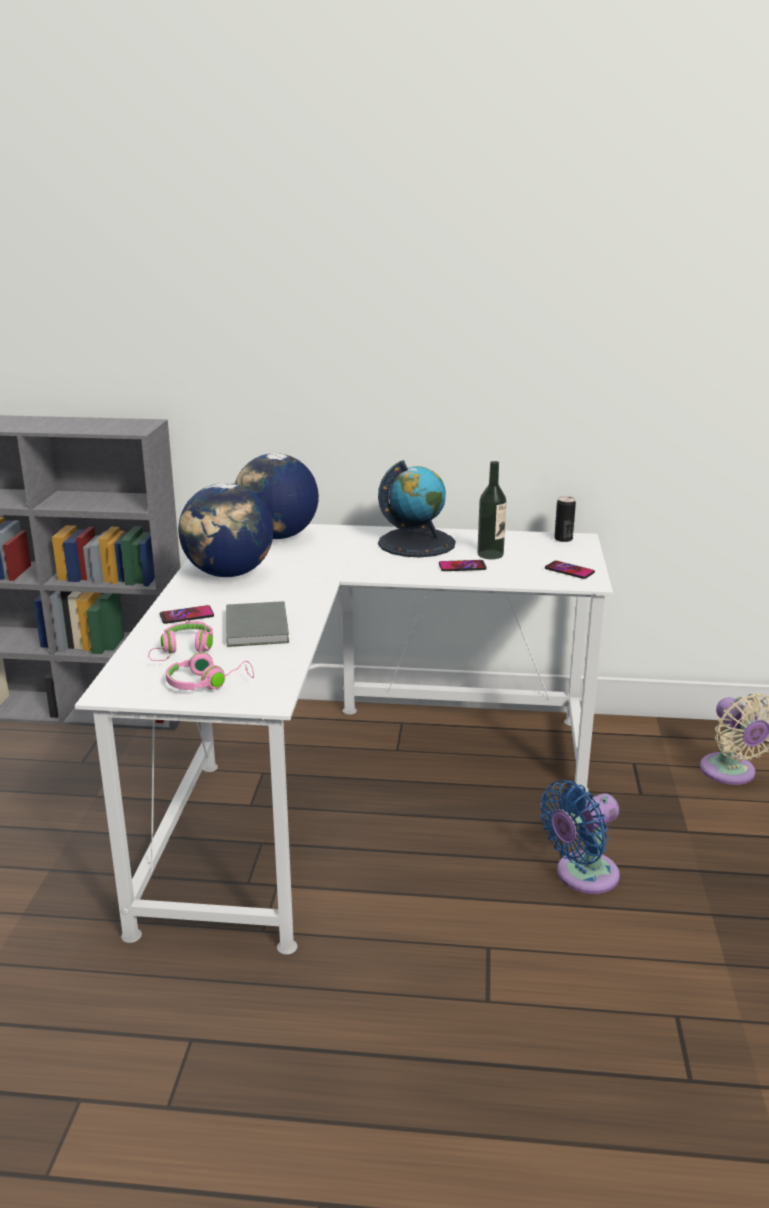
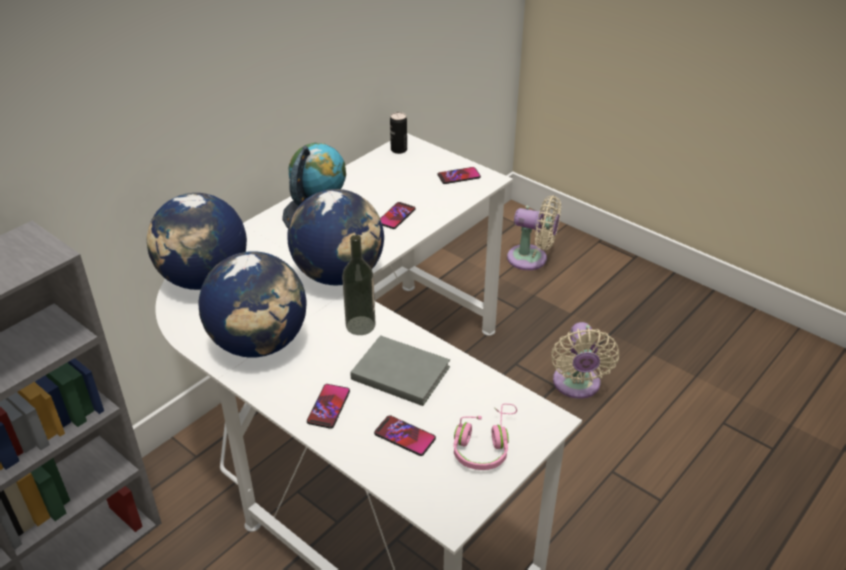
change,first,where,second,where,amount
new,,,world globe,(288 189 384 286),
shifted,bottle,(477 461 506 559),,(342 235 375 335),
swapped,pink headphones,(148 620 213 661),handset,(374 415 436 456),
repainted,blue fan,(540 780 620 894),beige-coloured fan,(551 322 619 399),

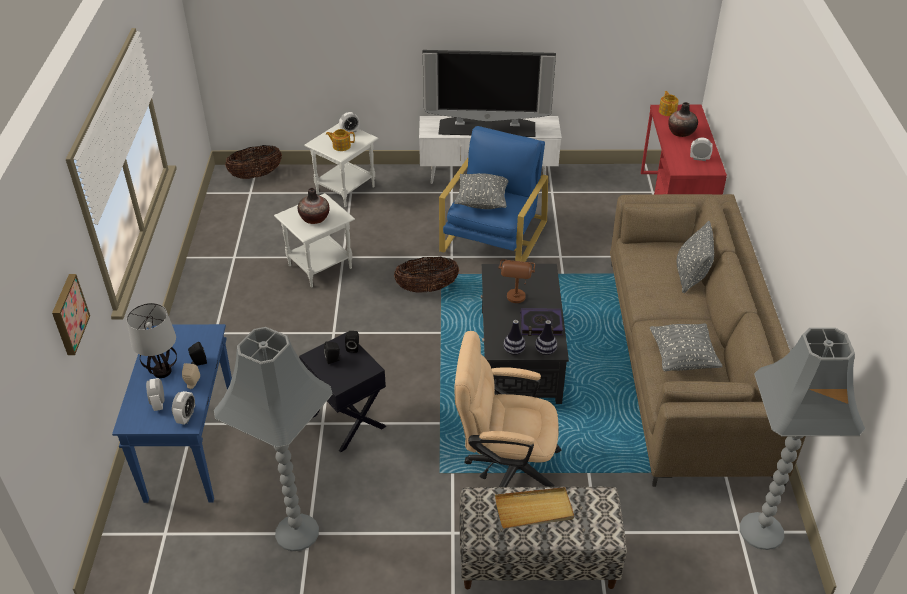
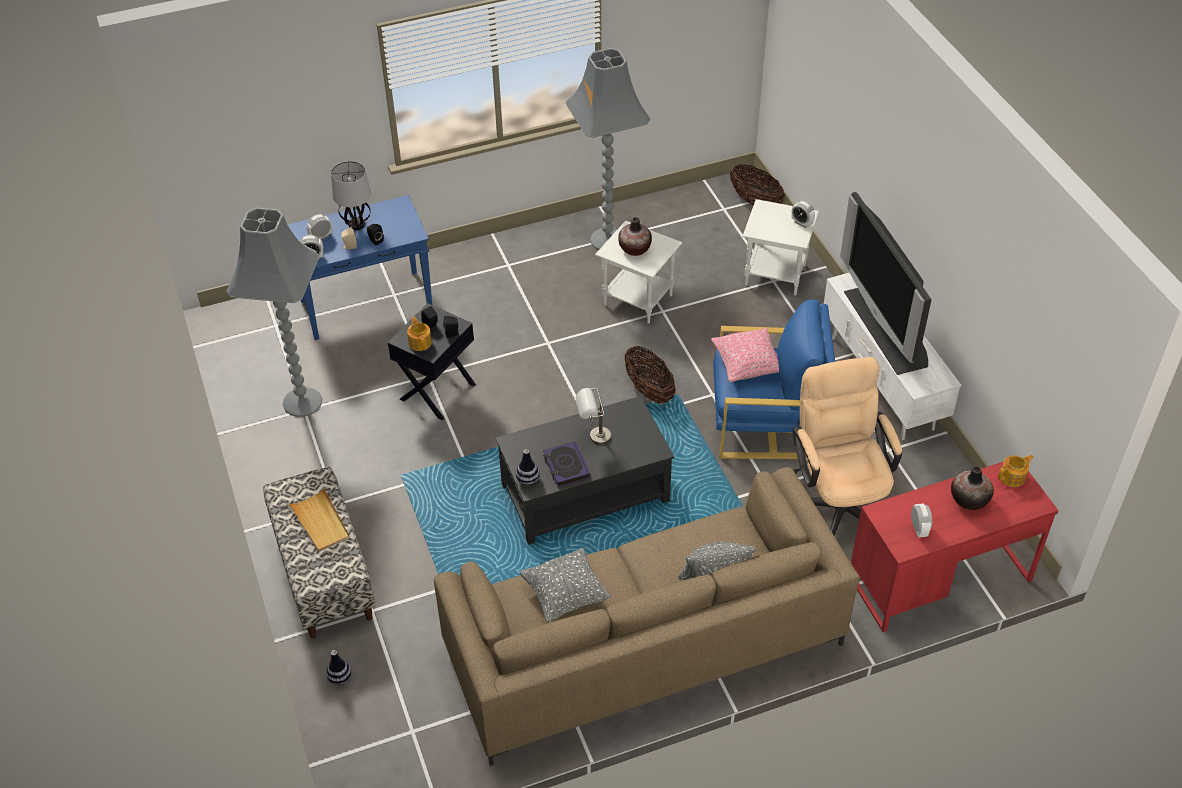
change,first,where,second,where,amount
gone,wall picture,(52 274 90 355),,,
shifted,pot for tea,(326 129 355 151),,(407 317 432 351),
shifted,beige-coloured computer chair,(454 331 561 487),,(792 357 902 535),
shifted,vase,(503 320 526 355),,(326 650 352 685),
shifted,greyish floor lamp,(740 328 865 550),,(565 48 651 250),
repainted,greyish cushion,(454 173 508 209),pink cushion,(711 328 779 382),
repainted,brown lamp for a table,(498 259 535 303),greyish lamp for a table,(576 388 611 445),

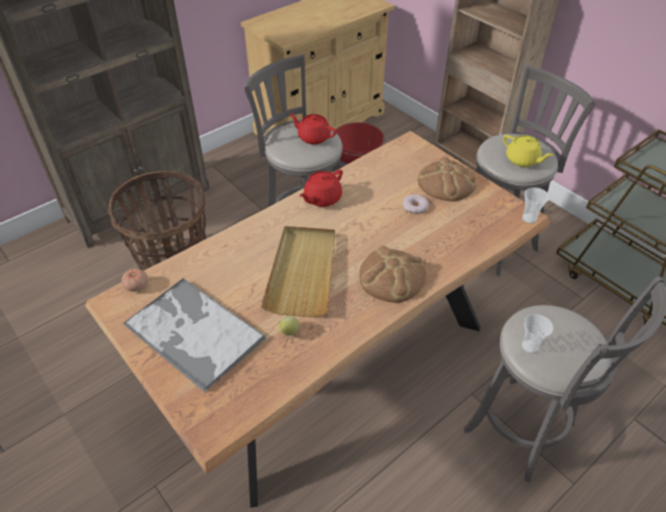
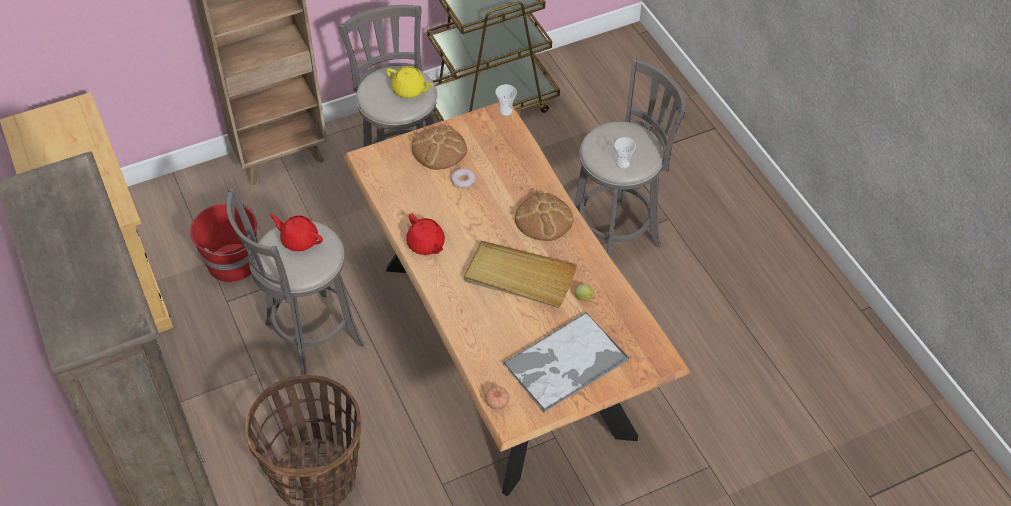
change,first,where,second,where,amount
rotated,red pot for tea,(289 113 336 145),,(270 214 323 251),75 degrees clockwise
rotated,yellow pot for tea,(503 135 553 167),,(386 66 433 98),60 degrees clockwise

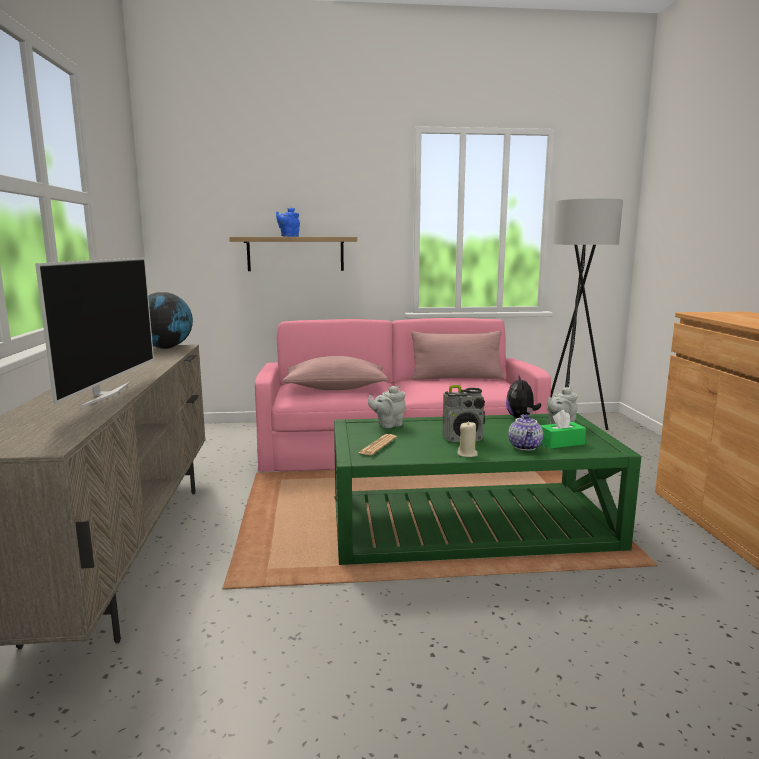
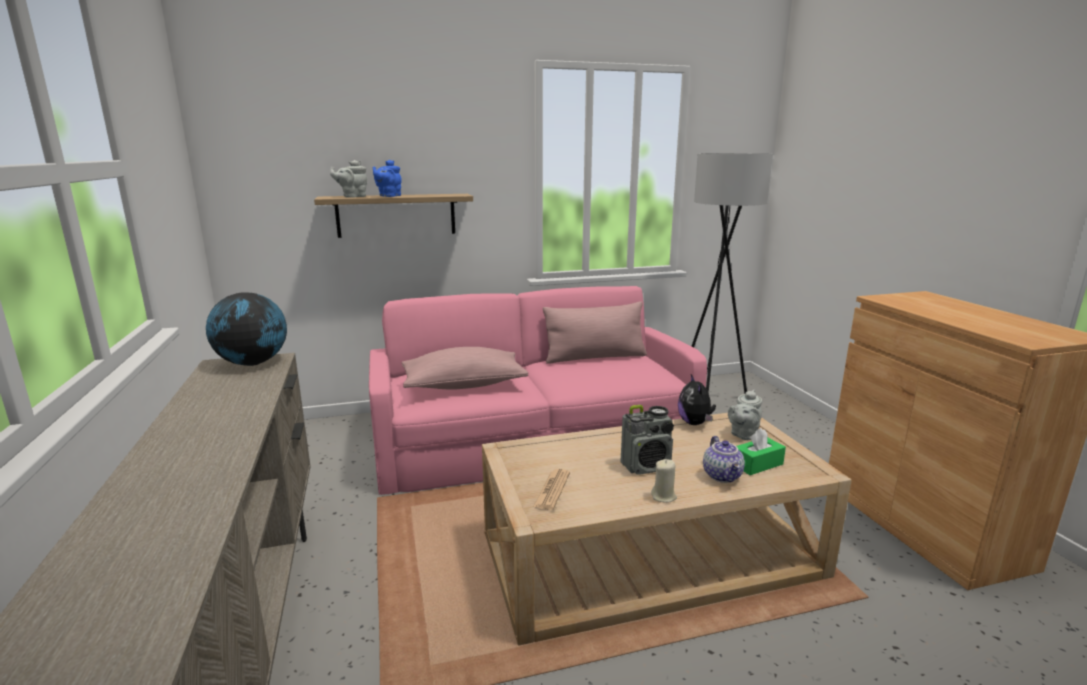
change,first,where,second,where,amount
gone,TV set,(35 258 154 408),,,
shifted,greyish pot for tea,(368 386 406 428),,(330 160 367 198),
repainted,green-coloured coffee table,(334 413 641 565),beige-coloured coffee table,(482 413 852 645),

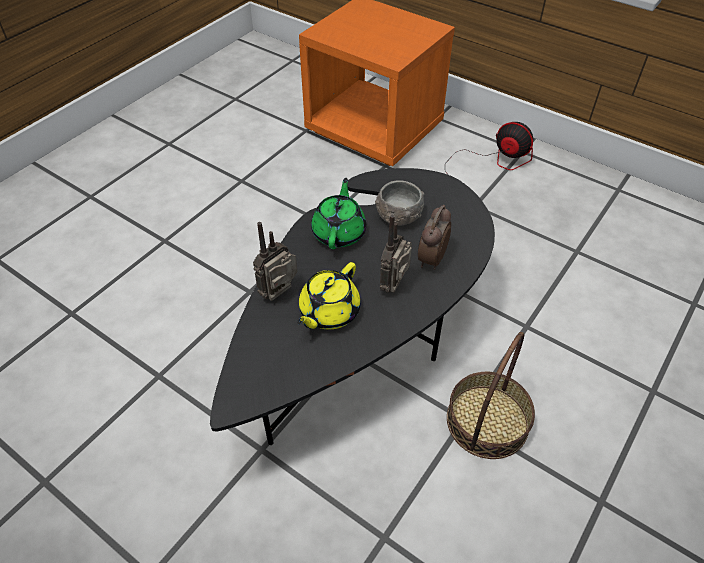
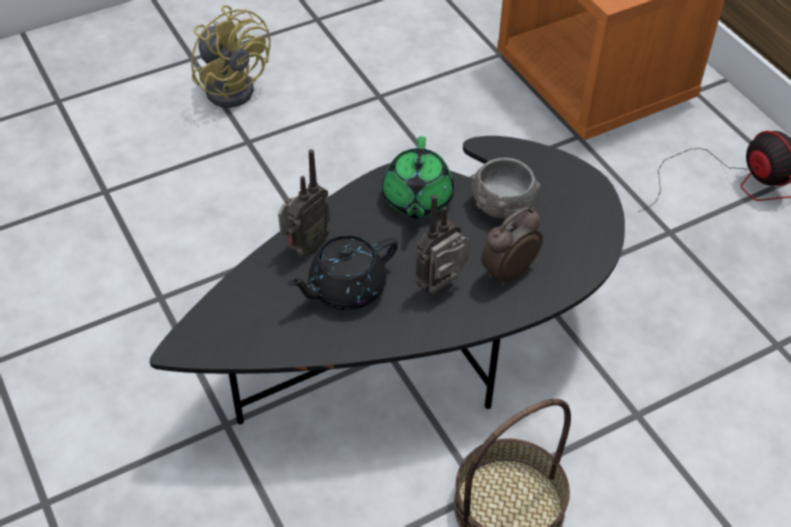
change,first,where,second,where,amount
new,,,yellow fan,(191 5 271 108),
repainted,yellow pot for tea,(297 262 361 329),black pot for tea,(287 235 398 310),
rotated,radio,(253 222 297 301),,(278 149 330 257),150 degrees clockwise
rotated,green-coloured pot for tea,(311 178 366 249),,(382 136 454 219),150 degrees clockwise

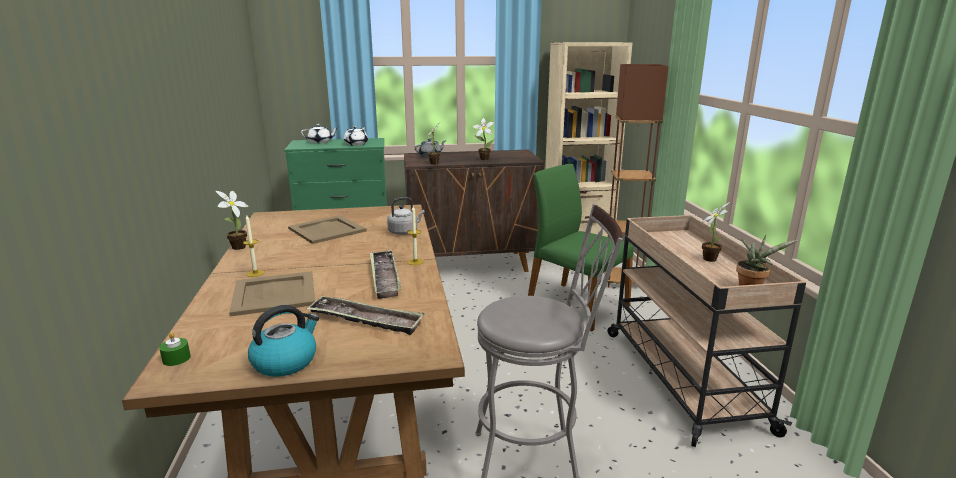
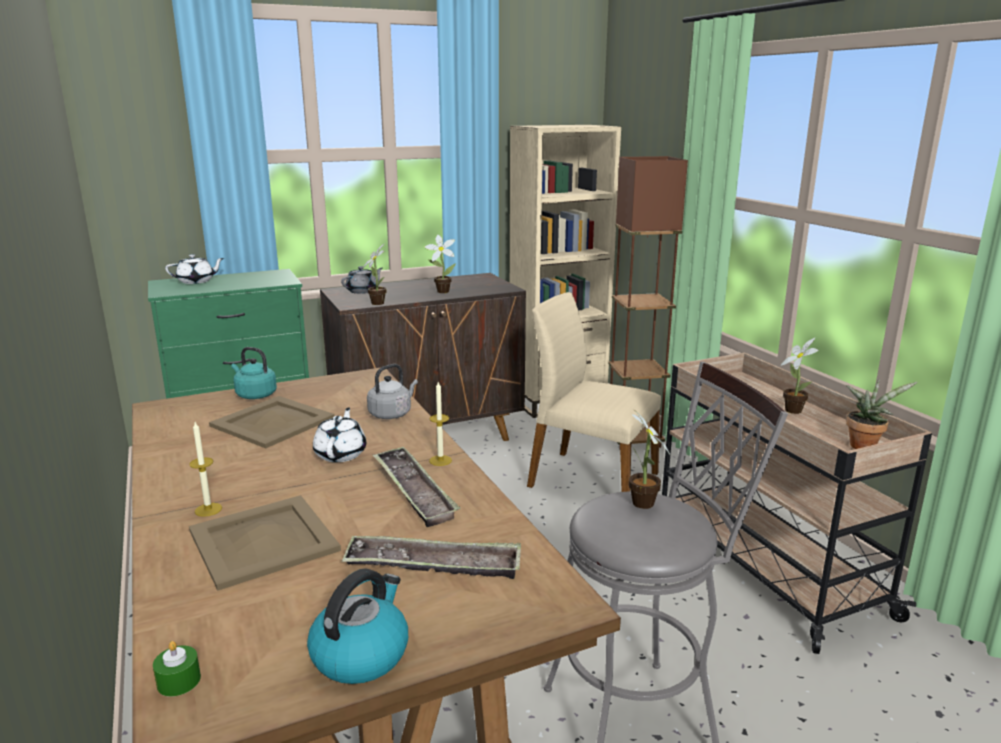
change,first,where,second,where,amount
new,,,blue-green kettle,(232 347 277 399),
shifted,houseplant,(216 191 249 250),,(629 409 671 509),
shifted,white pot for tea,(344 126 368 146),,(313 408 366 462),
repainted,green-coloured chair,(528 164 634 331),beige-coloured chair,(527 292 661 492),

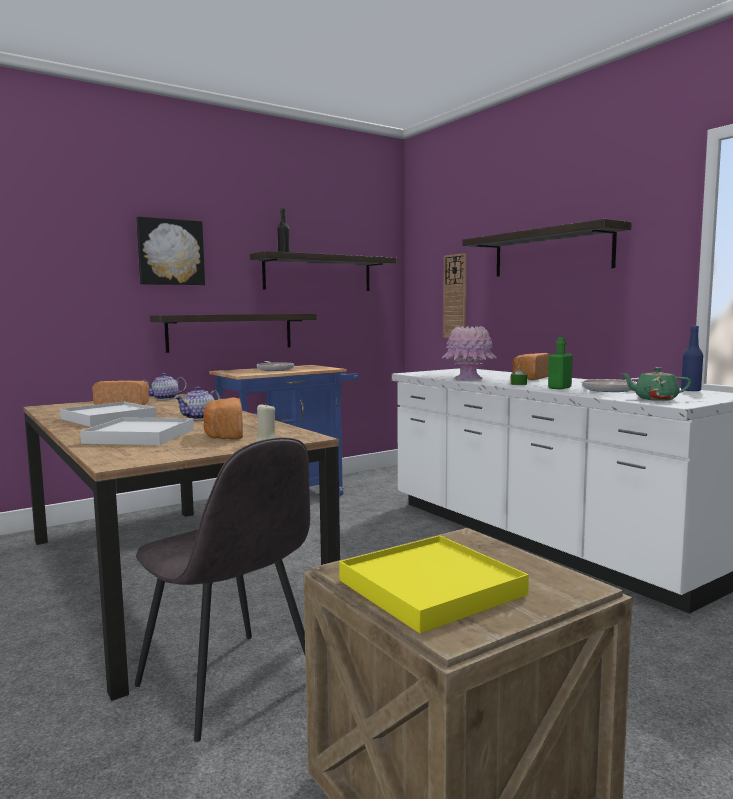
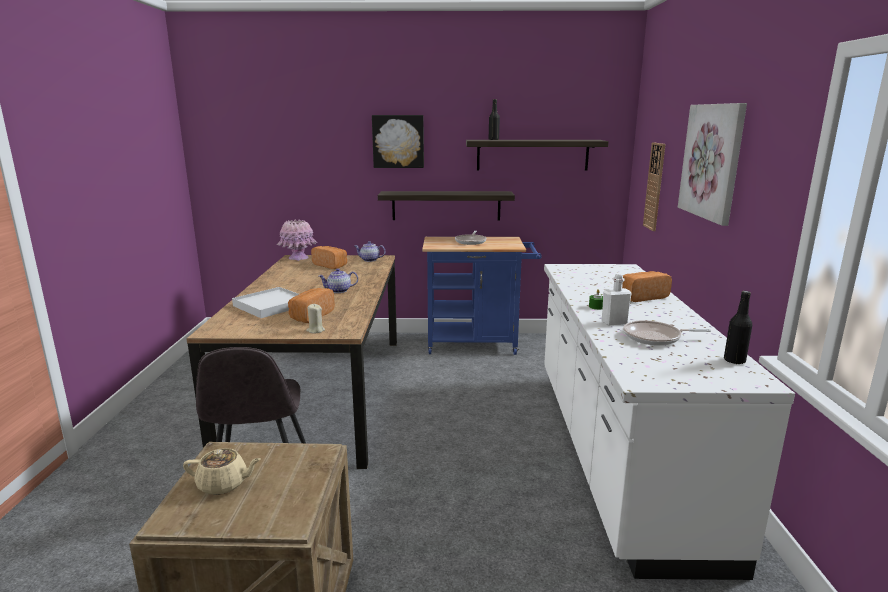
change,first,where,second,where,amount
gone,white serving tray,(60 402 157 427),,,
gone,green-coloured pot for tea,(620 367 692 401),,,
shifted,pink vase,(442 326 497 380),,(277 219 317 261),
swapped,yellow serving tray,(339 535 529 633),beige-coloured pot for tea,(183 448 261 495),
swapped,bracket shelf,(462 219 632 277),wall picture,(678 103 747 226),
repainted,green-coloured bottle,(548 337 573 389),white bottle,(602 273 631 326),
repainted,blue bottle,(681 326 703 391),black bottle,(724 291 752 364),

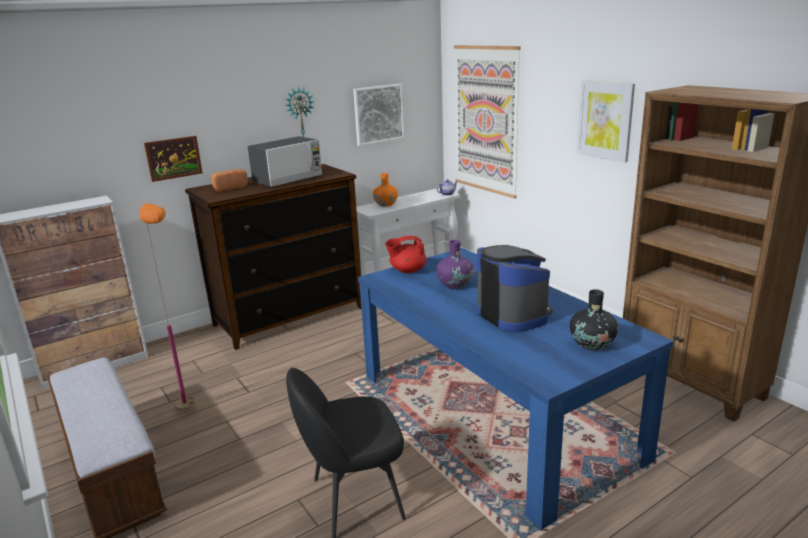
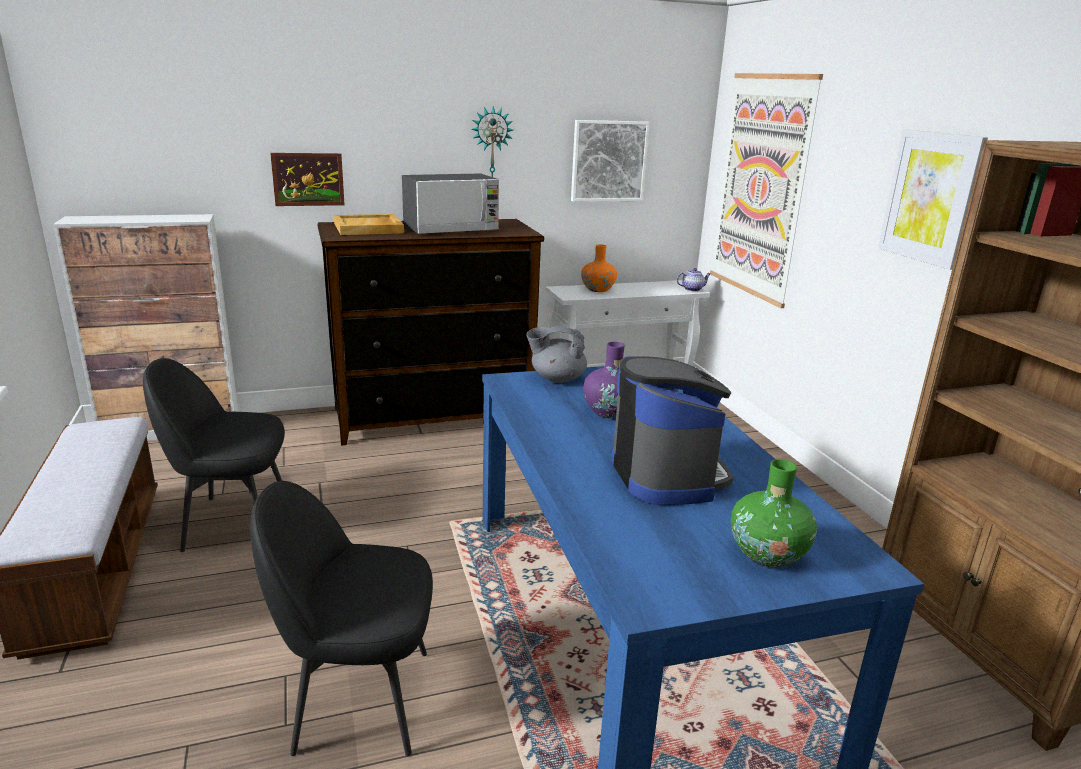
change,first,where,second,where,amount
swapped,orange-coloured floor lamp,(139 203 196 411),black chair,(143 358 285 552),
swapped,bakery bread,(211 169 248 191),beige-coloured serving tray,(334 214 404 235),
repainted,red pot for tea,(385 236 427 273),greyish pot for tea,(526 326 587 383),
repainted,black vase,(570 289 618 351),green-coloured vase,(731 459 817 568),

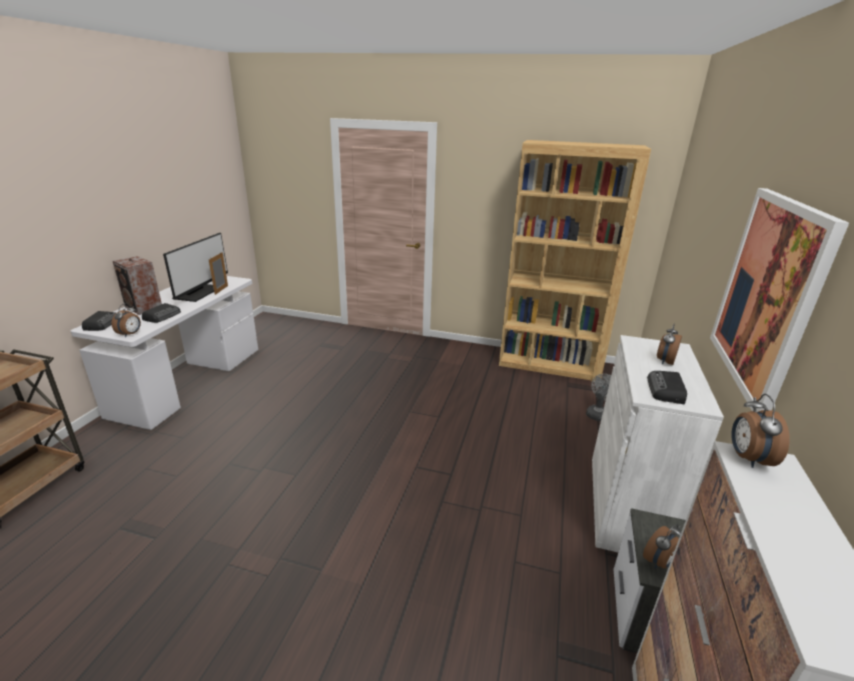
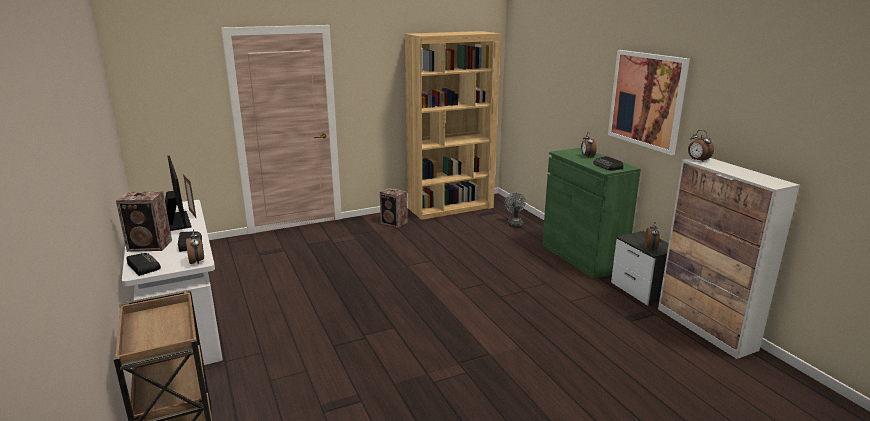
change,first,where,second,where,amount
new,,,speaker,(380 188 408 228),
repainted,white cabinet,(592 335 724 552),green-coloured cabinet,(542 148 641 279),

